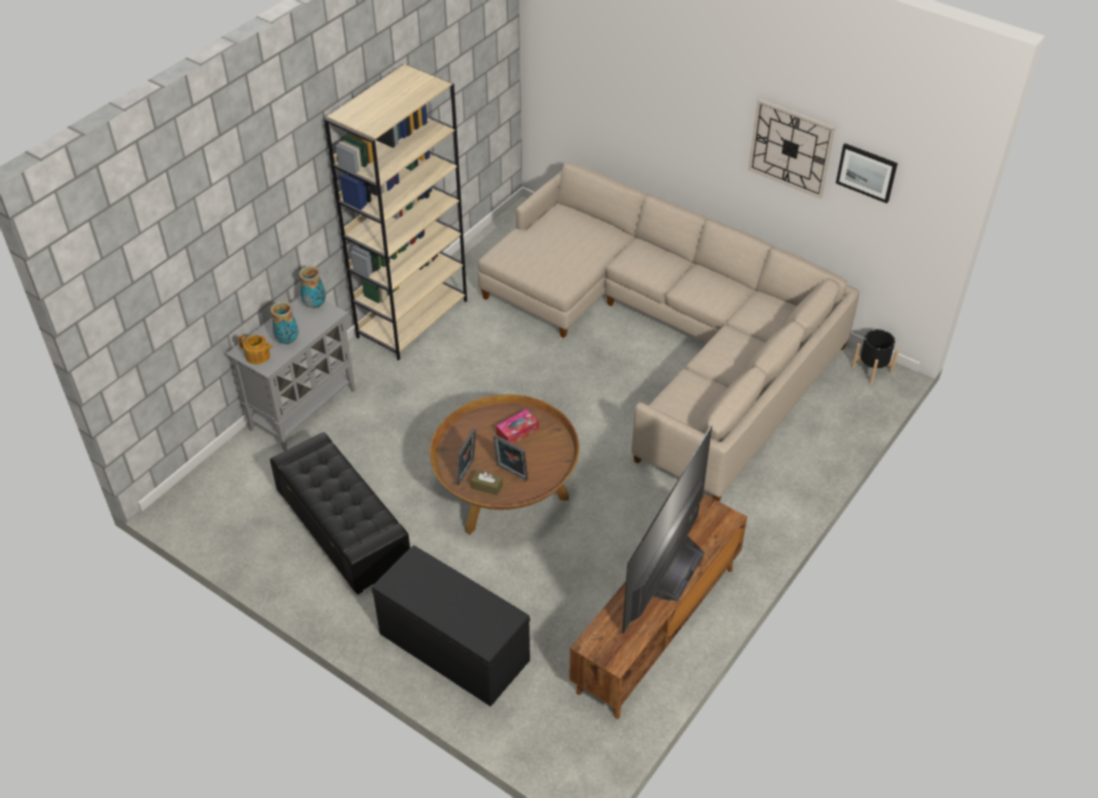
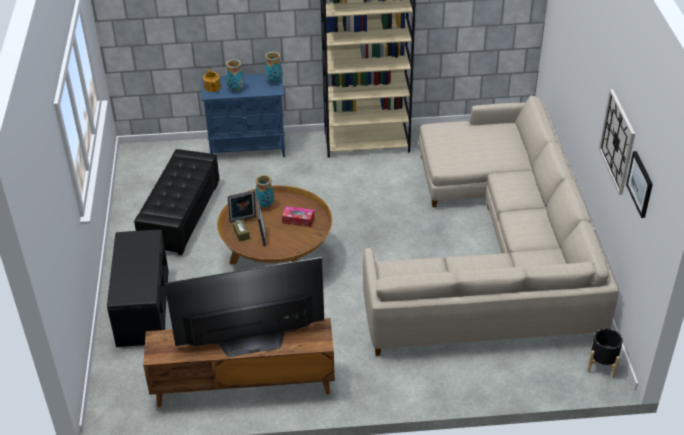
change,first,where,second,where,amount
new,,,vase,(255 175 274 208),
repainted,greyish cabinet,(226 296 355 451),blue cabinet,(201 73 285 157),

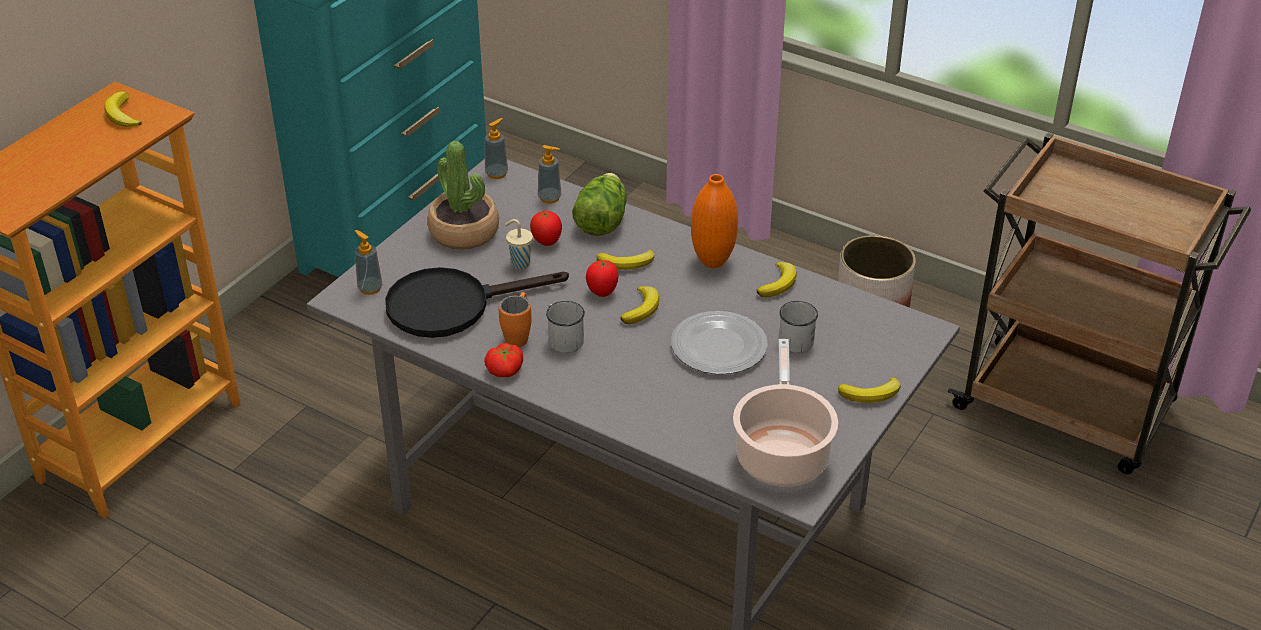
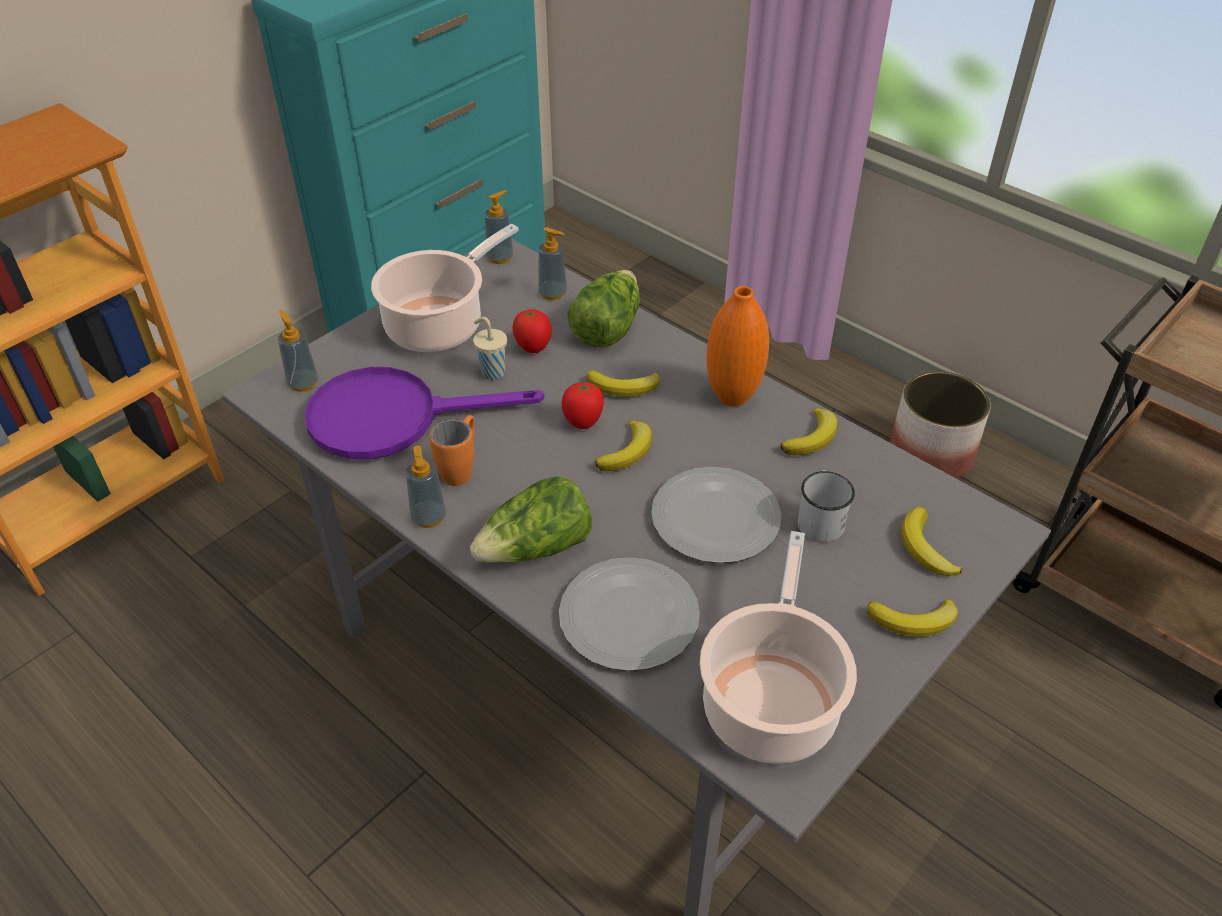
change,first,where,second,where,amount
gone,white coffee mug,(546 301 585 353),,,
new,,,head of lettuce,(470 477 592 562),
new,,,dinner plate,(559 557 700 671),
shifted,banana,(104 91 142 127),,(901 507 963 576),
swapped,houseplant,(427 141 499 250),cooking pot,(371 224 519 352),
swapped,tomato,(484 343 523 377),liquid soap bottle,(406 446 446 528),
repainted,black skillet,(385 267 569 338),purple skillet,(305 367 545 460),

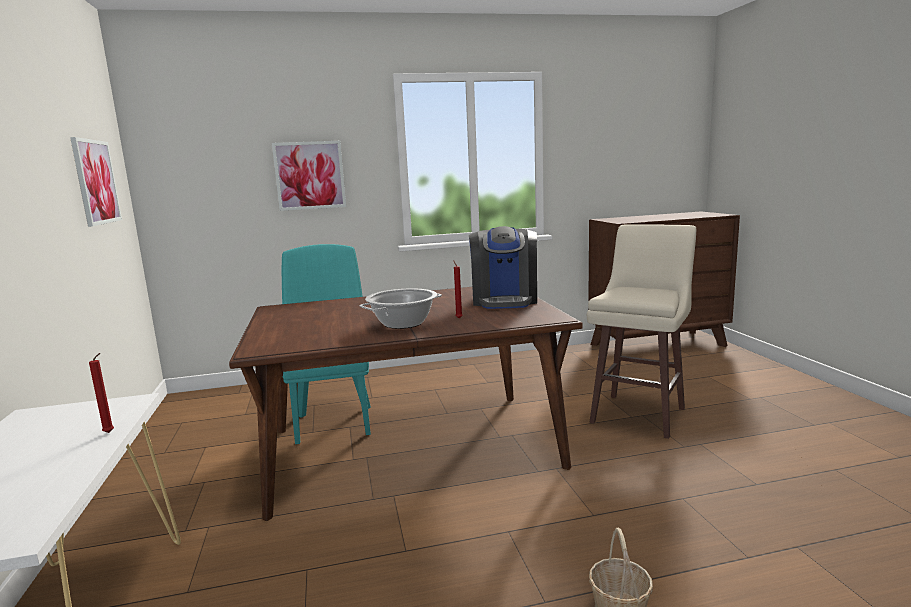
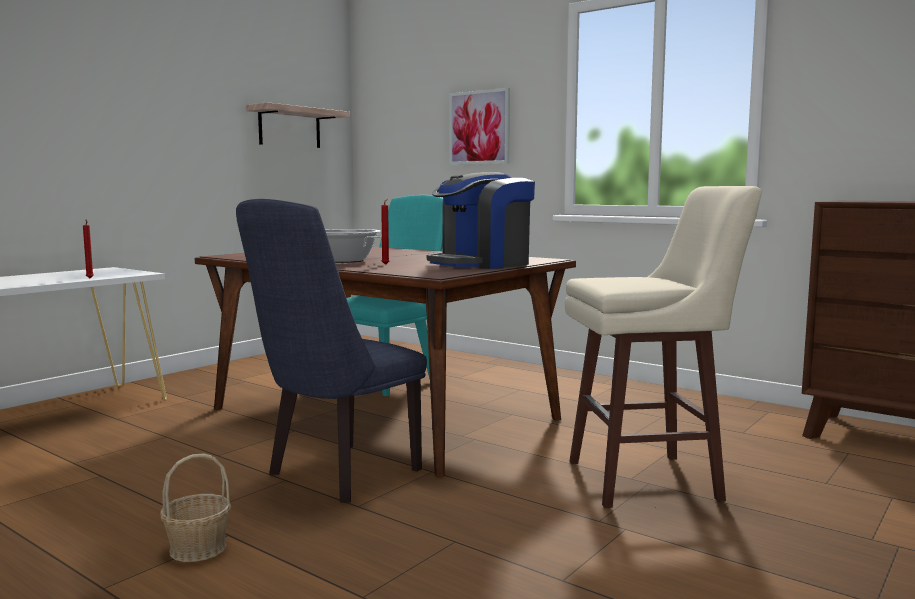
change,first,where,second,where,amount
new,,,blue chair,(236 199 427 503),
swapped,wall picture,(70 137 122 227),bracket shelf,(246 102 349 148),

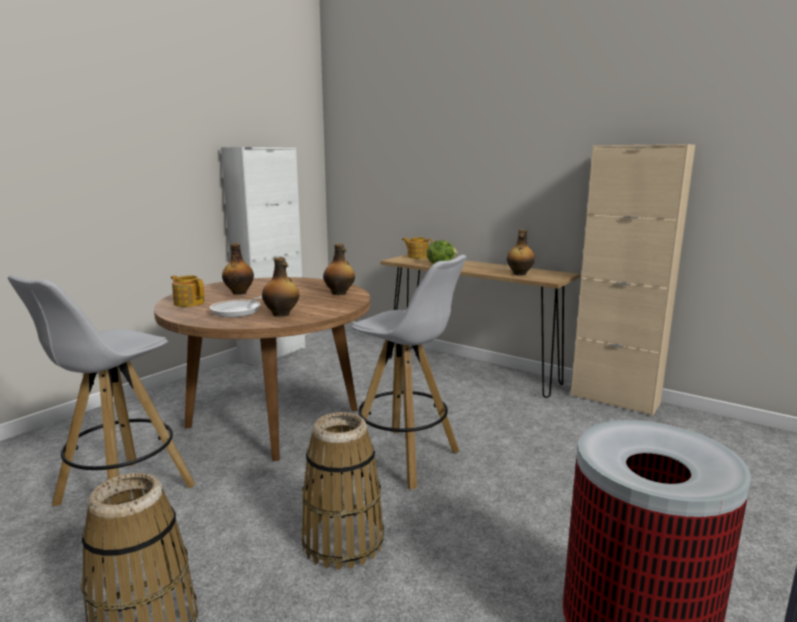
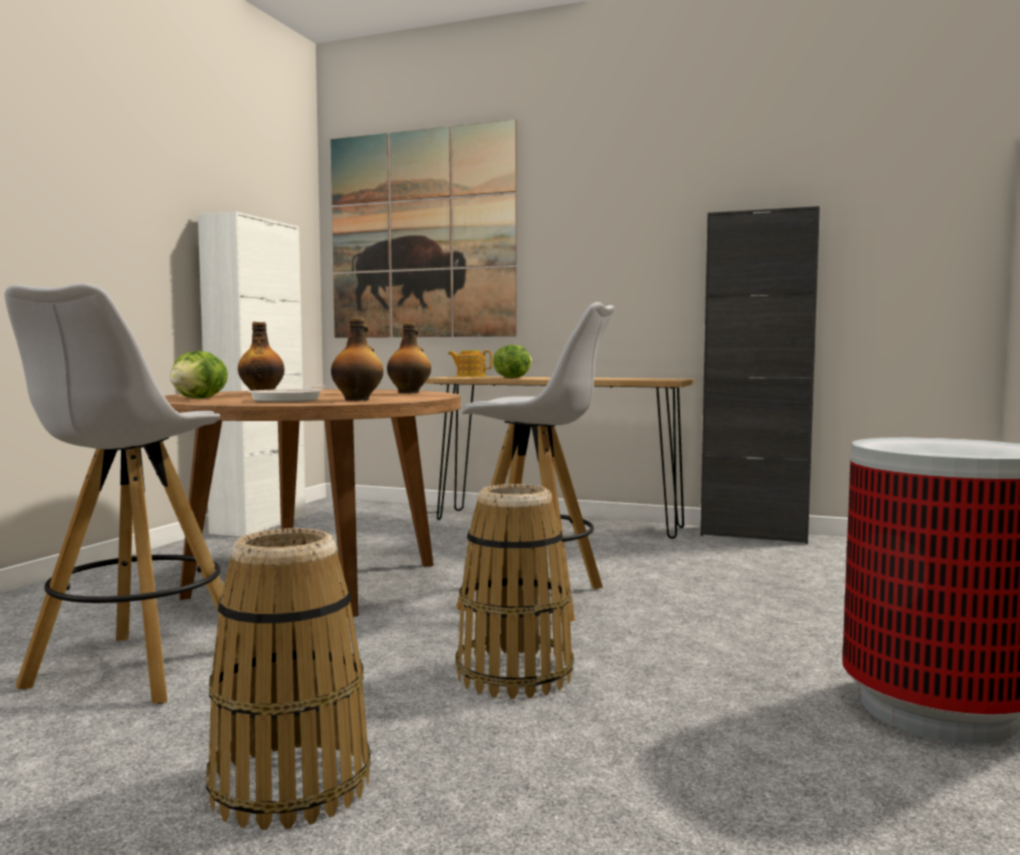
change,first,where,second,where,amount
gone,bottle,(507 230 535 276),,,
new,,,wall picture,(330 119 517 338),
swapped,pot for tea,(171 276 205 307),head of lettuce,(170 351 228 399),
repainted,beige-coloured cabinet,(571 144 695 416),black cabinet,(700 206 820 544),

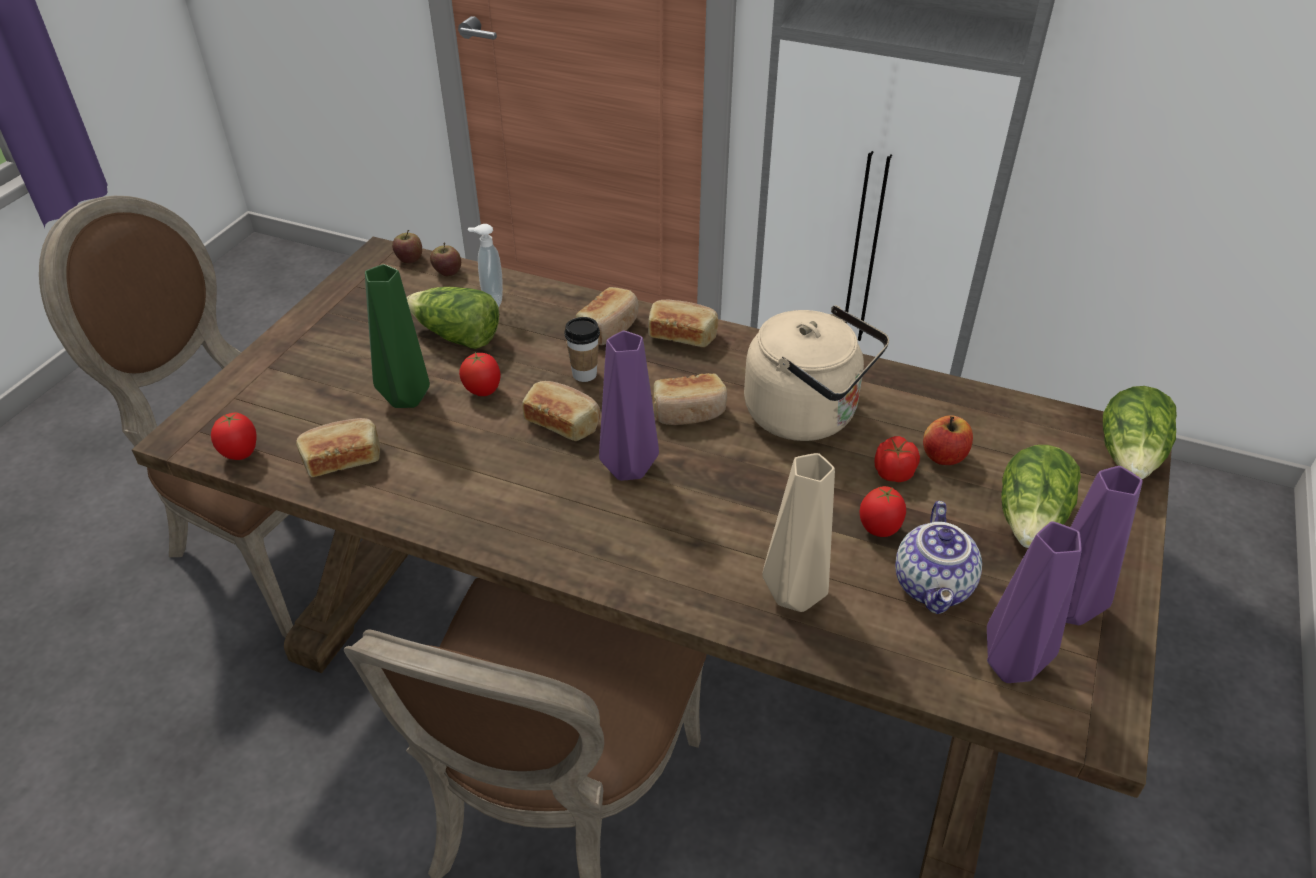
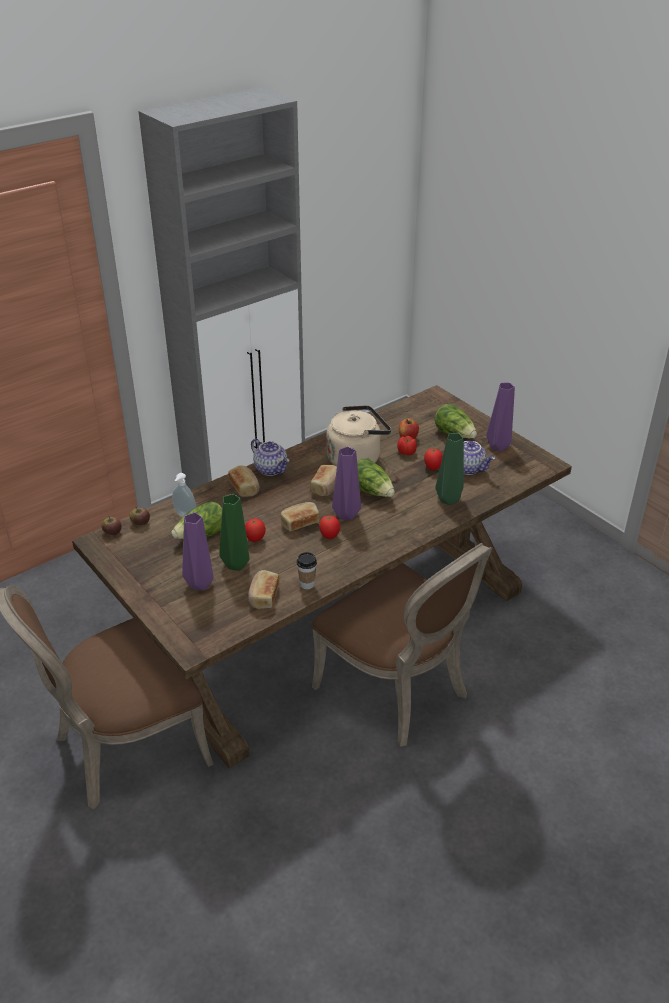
change,first,where,second,where,amount
shifted,tomato,(211 412 256 460),,(319 515 340 539),
shifted,cup,(564 317 600 382),,(297 552 317 589),
shifted,purple vase,(987 521 1082 683),,(182 512 214 590),
shifted,head of lettuce,(1103 386 1177 479),,(357 459 395 497),
swapped,bakery bread,(648 300 718 347),pot for tea,(251 438 290 476),
repainted,beige-coloured vase,(762 453 835 612),green-coloured vase,(436 433 464 506),

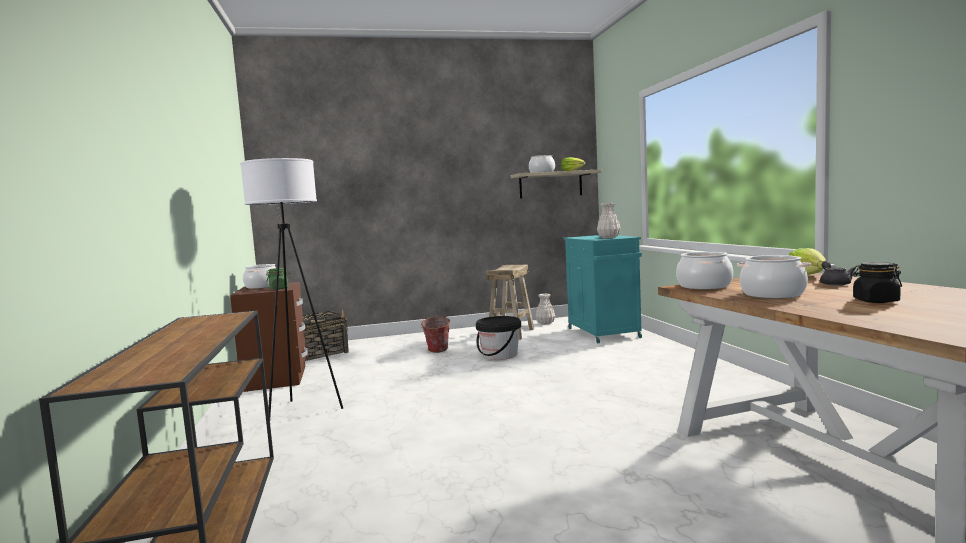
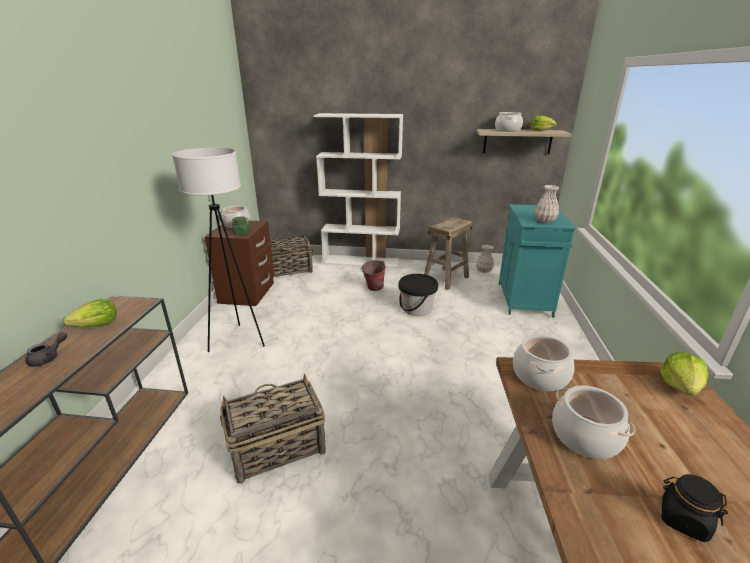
change,first,where,second,where,amount
new,,,head of lettuce,(64 299 117 327),
new,,,storage basket,(220 374 326 484),
new,,,white bookcase,(314 113 403 268),
shifted,greyish pot for tea,(820 261 854 286),,(25 332 67 367),

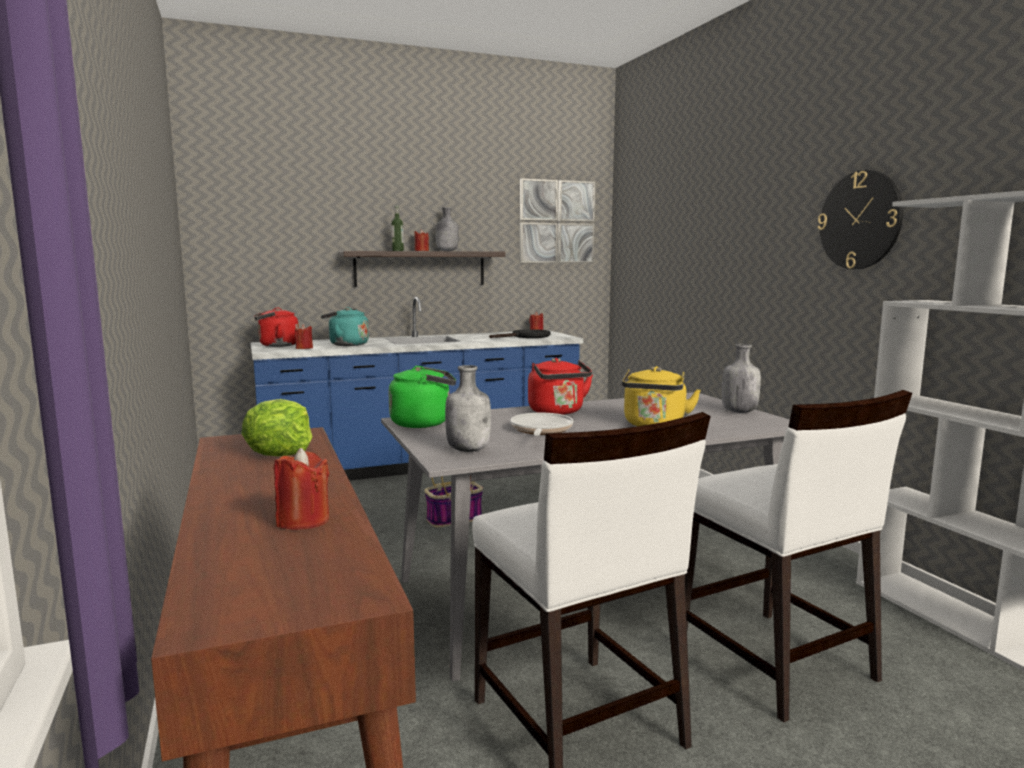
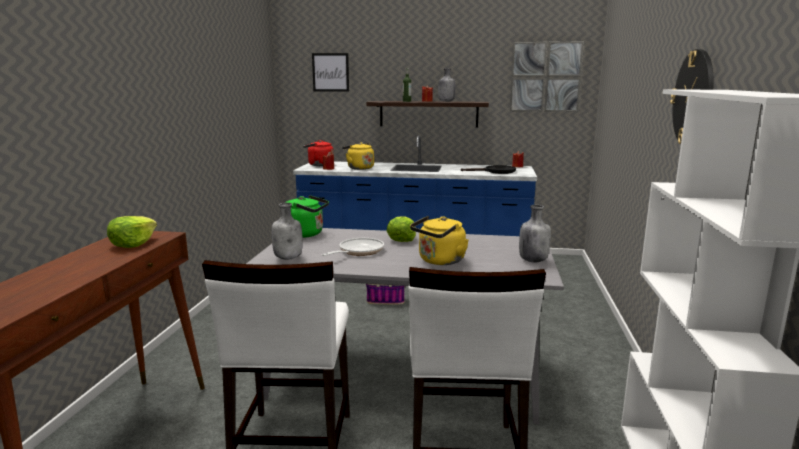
change,first,where,second,where,amount
gone,red wax light,(274 448 329 530),,,
new,,,wall picture,(312 53 349 92),
swapped,red kettle,(528 358 593 415),head of lettuce,(387 216 416 242),
repainted,blue-green kettle,(321 307 369 346),yellow kettle,(342 142 374 170),

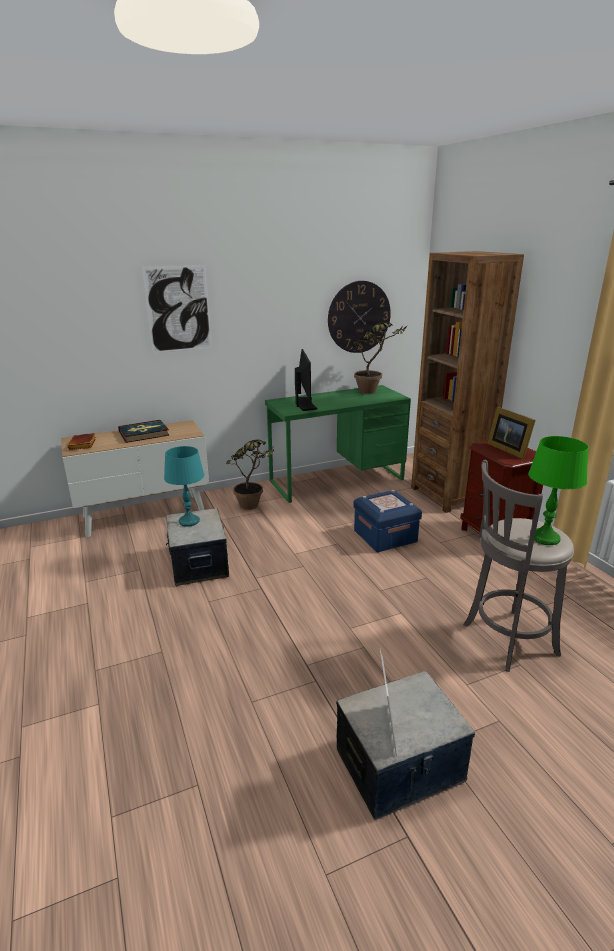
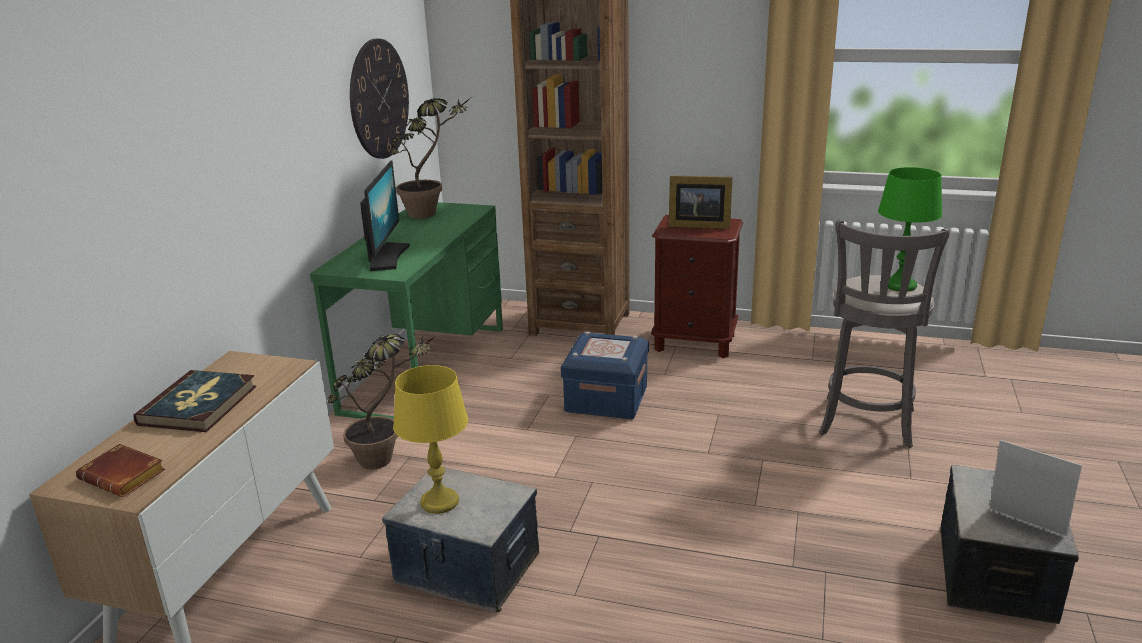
change,first,where,second,where,amount
gone,wall picture,(142 265 212 353),,,
repainted,blue-green lamp for a table,(164 446 204 527),yellow lamp for a table,(393 365 468 514),
rotated,computer screen,(295 349 317 411),,(360 161 410 271),60 degrees clockwise

